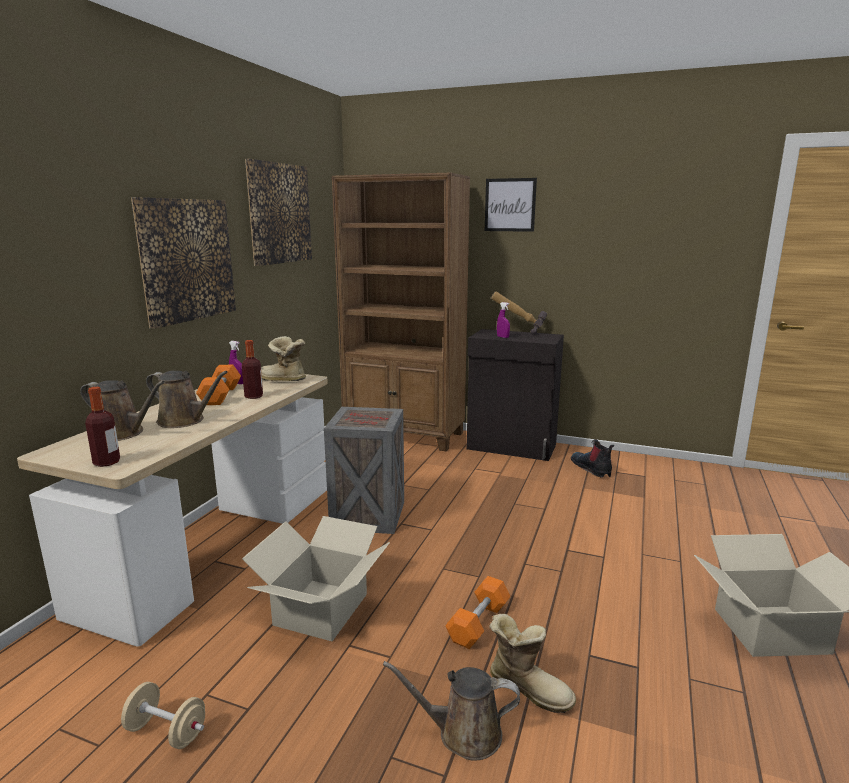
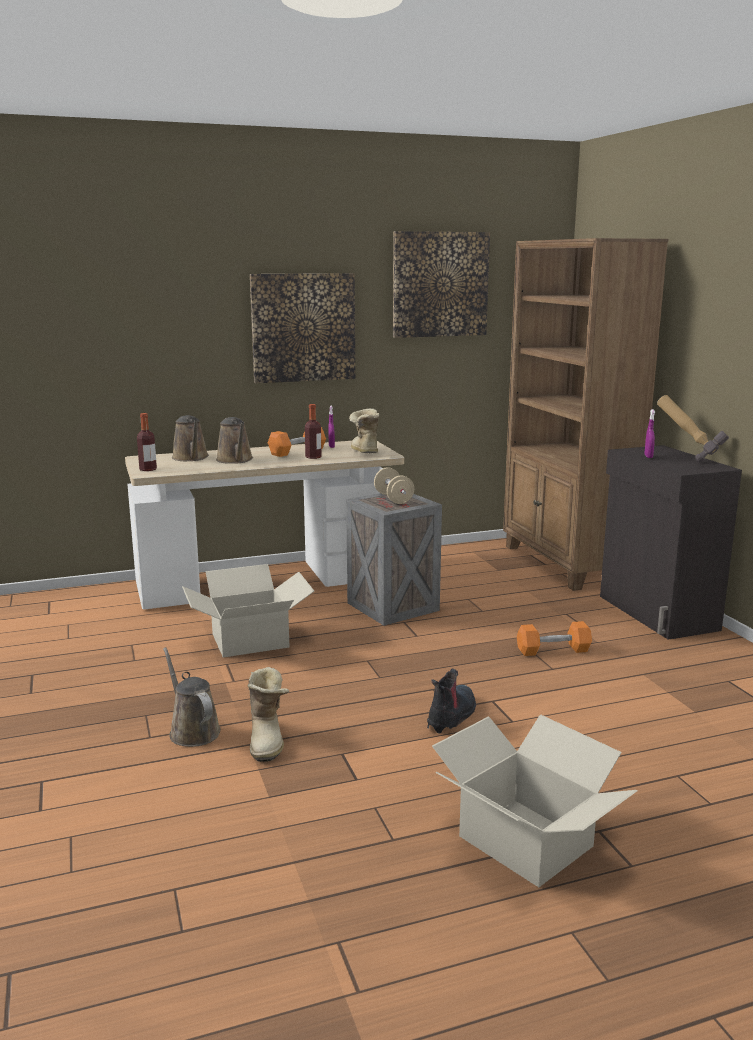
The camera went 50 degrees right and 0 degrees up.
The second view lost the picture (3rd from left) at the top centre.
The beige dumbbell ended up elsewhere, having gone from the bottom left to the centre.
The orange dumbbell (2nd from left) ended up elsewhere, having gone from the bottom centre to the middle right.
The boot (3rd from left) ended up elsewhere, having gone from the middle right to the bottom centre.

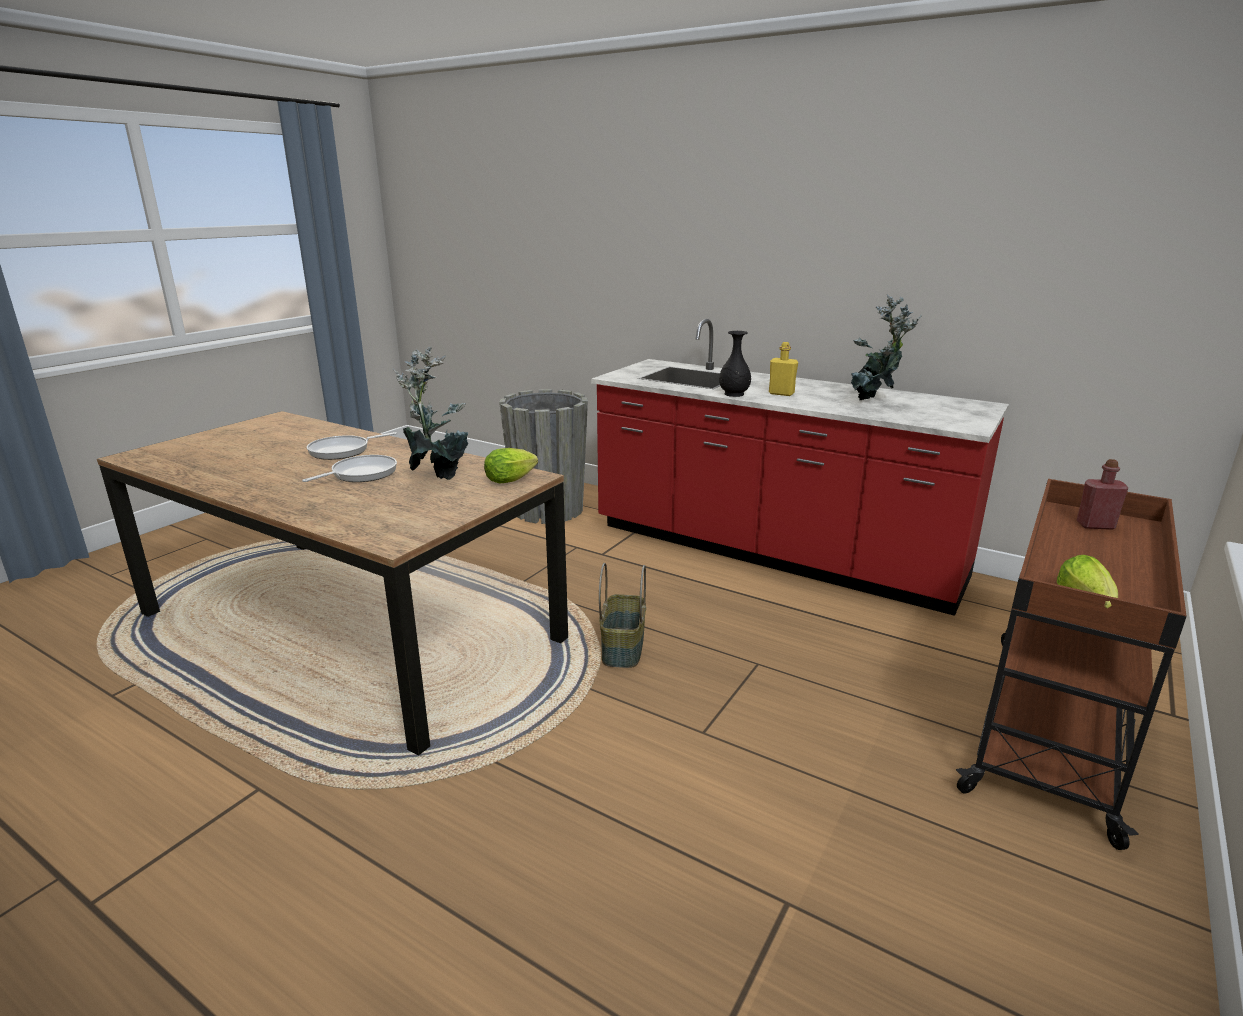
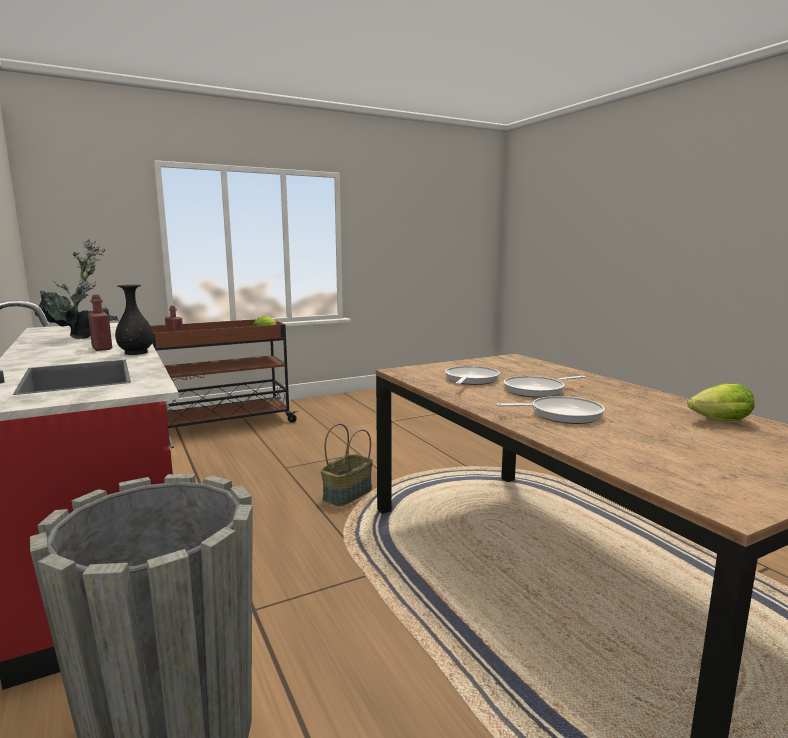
The camera went 150 degrees left and 10 degrees down.
The lettuce (1st from left in the first image) ended up elsewhere, having gone from the centre to the middle right.
Where the potted plant (1st from left) stood at the centre, the frying pan (1st from left) came to stand at the centre.
What was the yellow bottle at the centre turned into the red bottle (1st from left) at the middle left.

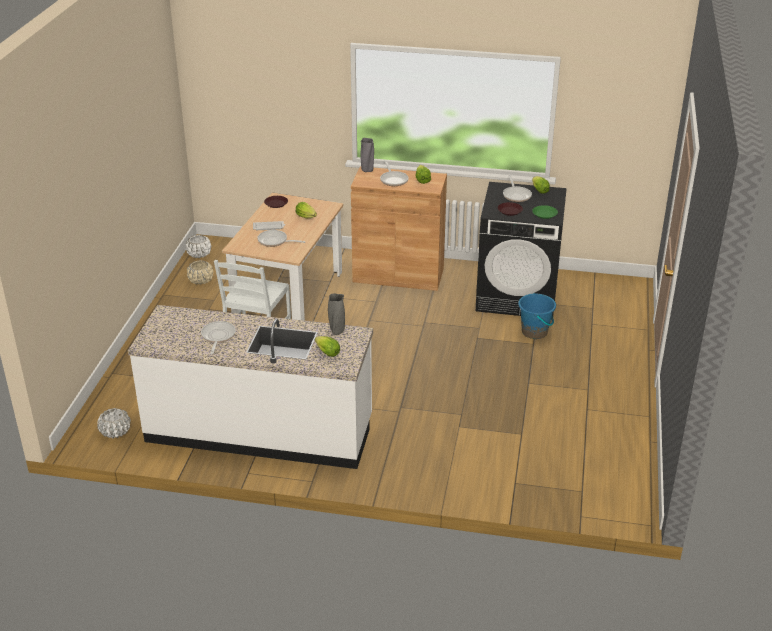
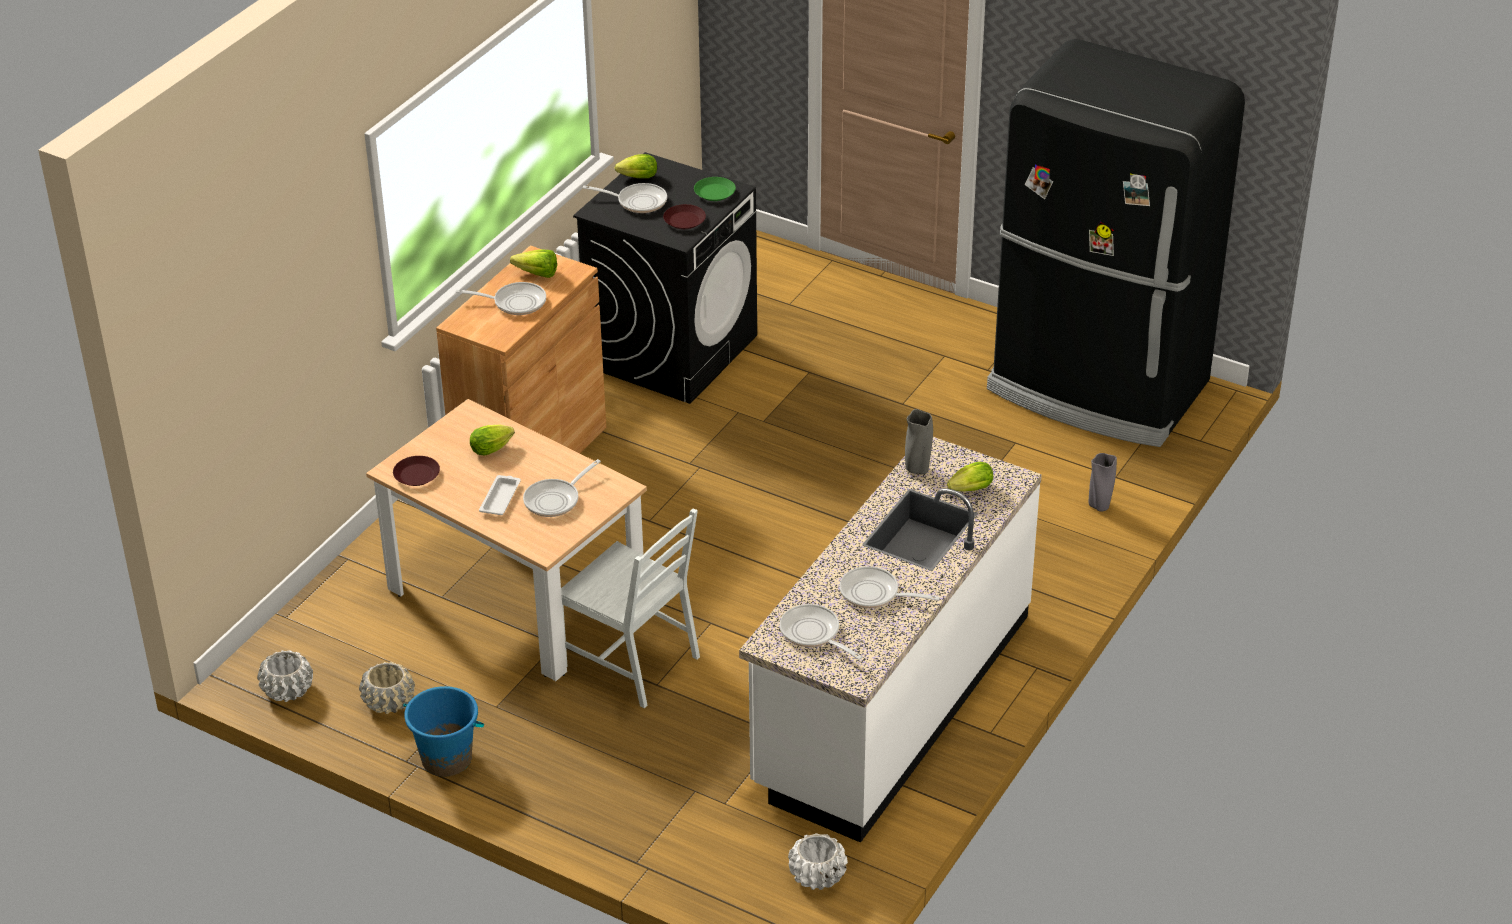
The camera went 70 degrees left and 5 degrees up.
The second view gained the frying pan (4th from left) at the bottom centre.
The second view gained the black fridge at the top right.
The grey vase (2nd from left) ended up elsewhere, having gone from the top centre to the middle right.
The blue bucket ended up elsewhere, having gone from the middle right to the bottom left.

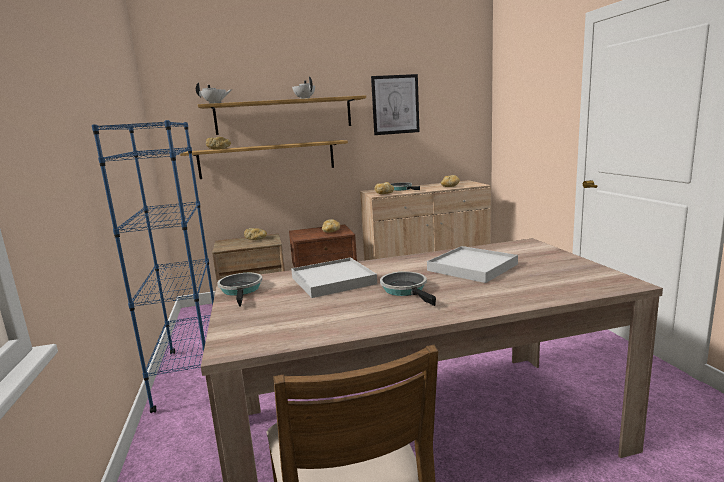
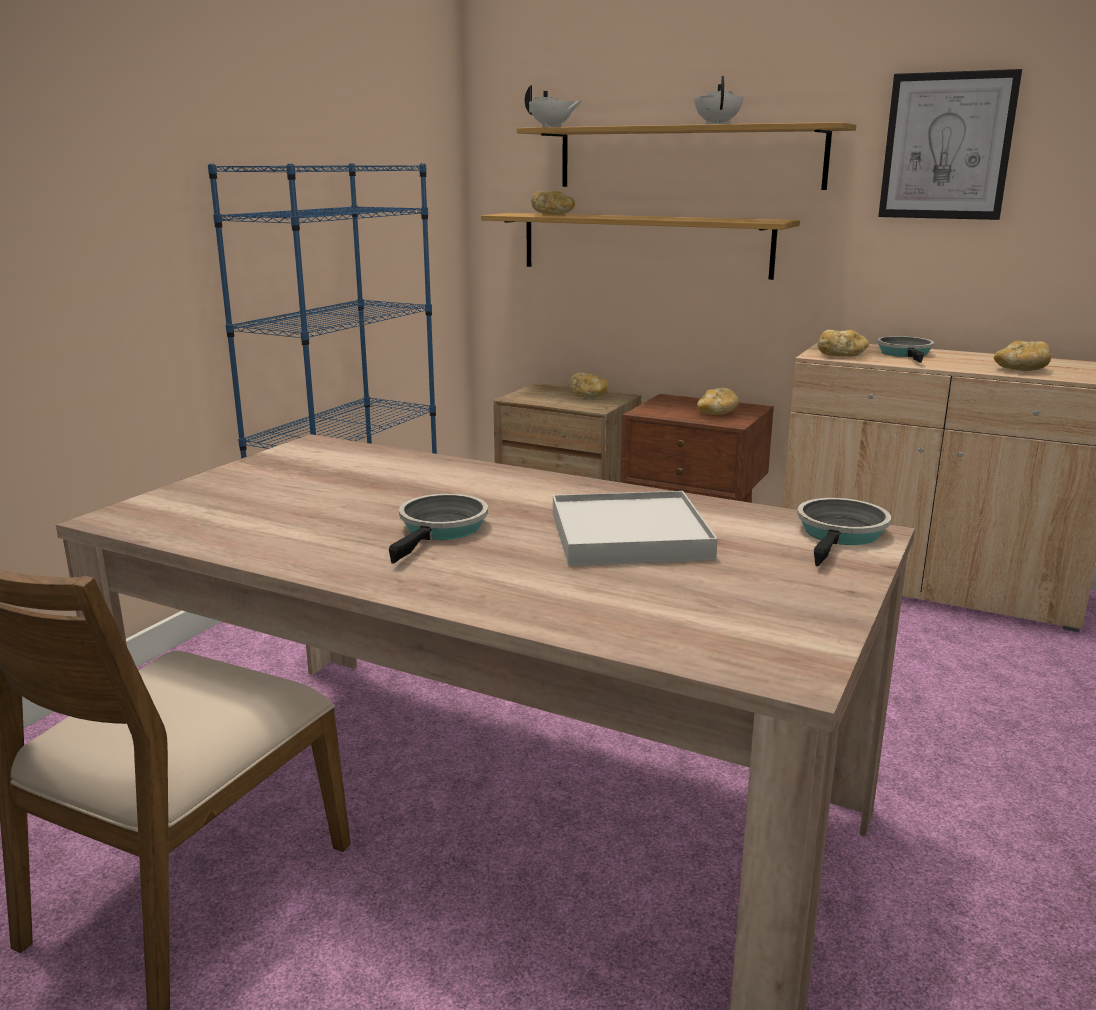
The camera went 40 degrees right and 5 degrees up.
The second view lost the white tray (1st from left) at the centre.
The frying pan (1st from left in the first image) ended up elsewhere, having gone from the middle left to the middle right.

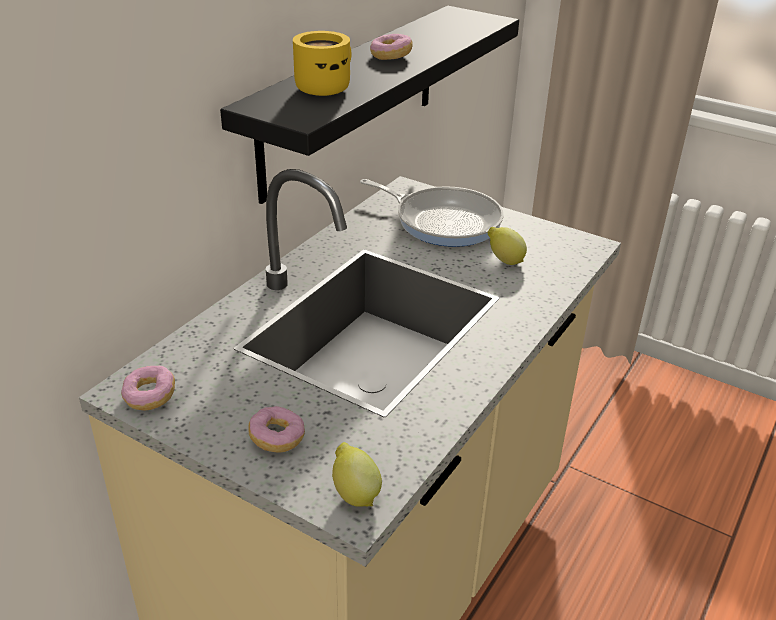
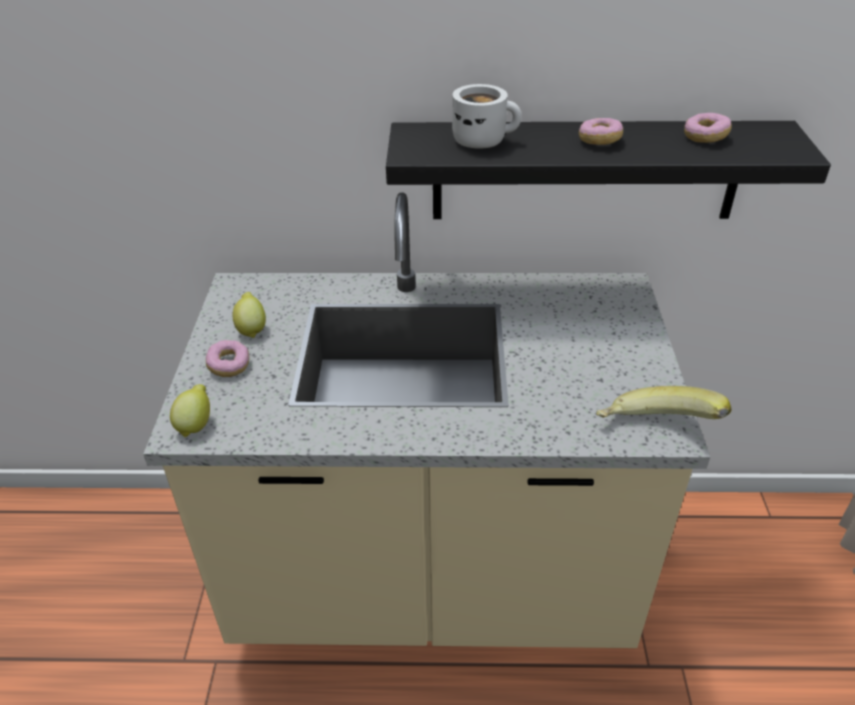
The camera went 60 degrees right and 5 degrees up.
The second view lost the frying pan at the centre.
The second view gained the banana at the middle right.
The donut (1st from left in the first image) ended up elsewhere, having gone from the middle left to the top right.
The lemon (2nd from left) ended up elsewhere, having gone from the centre to the middle left.
What was the yellow mug at the top centre turned into the white mug at the top centre.

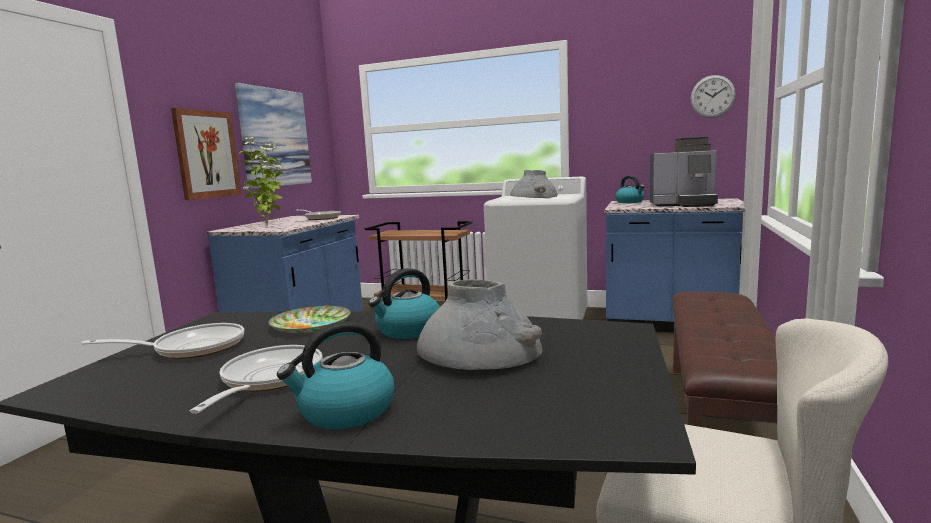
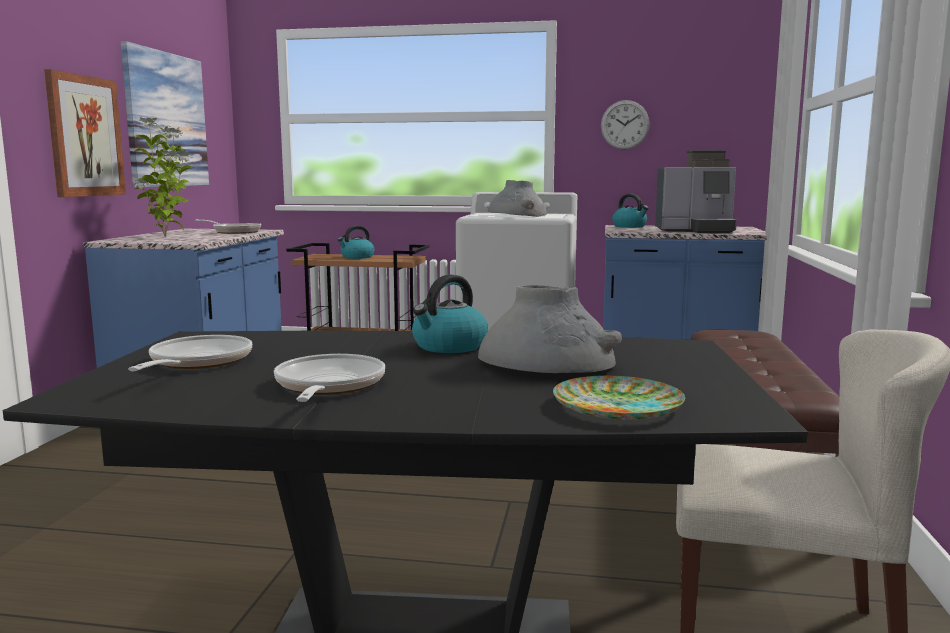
The camera went 10 degrees left and 0 degrees up.
The plate ended up elsewhere, having gone from the middle left to the centre.
The kettle (1st from left) ended up elsewhere, having gone from the bottom centre to the centre.
The wall clock ended up elsewhere, having gone from the top right to the top centre.
The frying pan (1st from left) at the middle left ended up facing another way, 60 degrees counterclockwise from before.

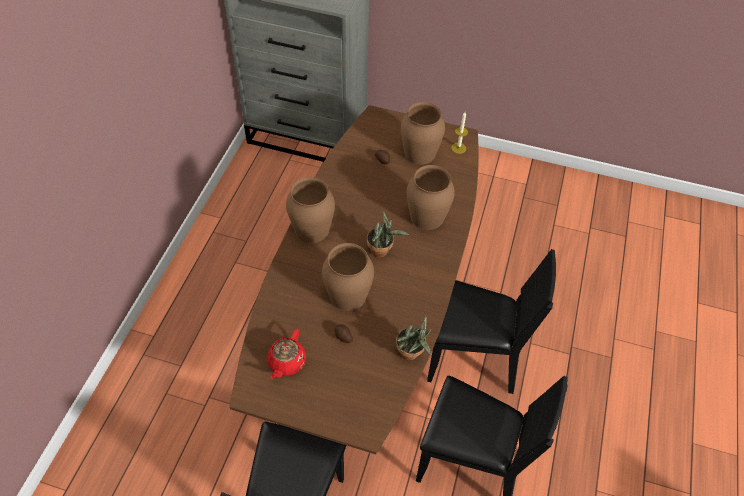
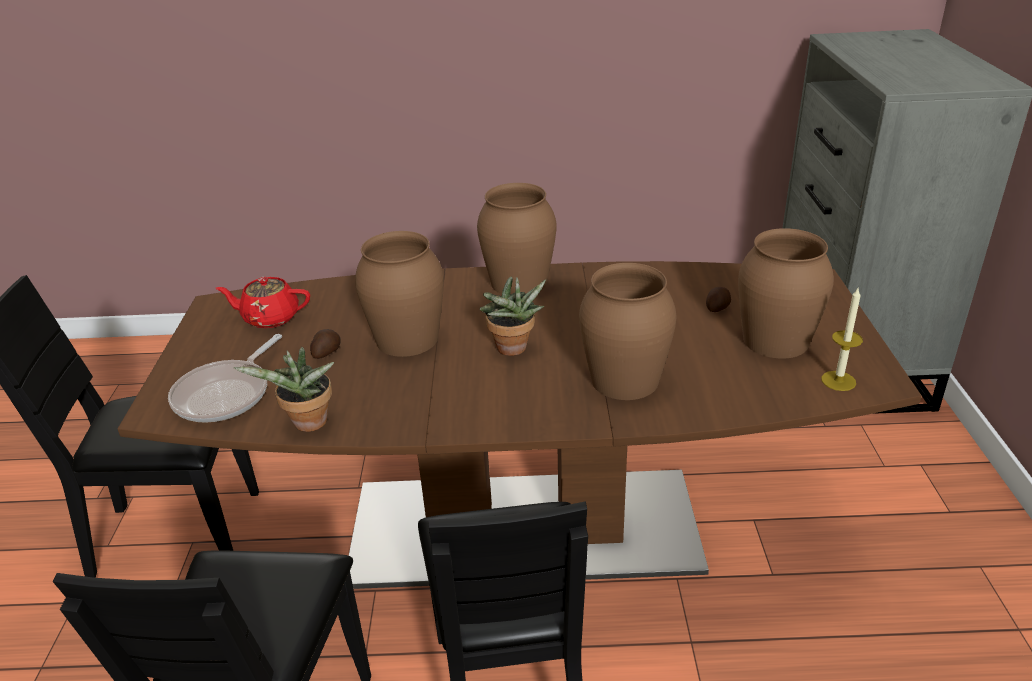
The camera went 75 degrees right and 20 degrees down.
The second view gained the frying pan at the middle left.

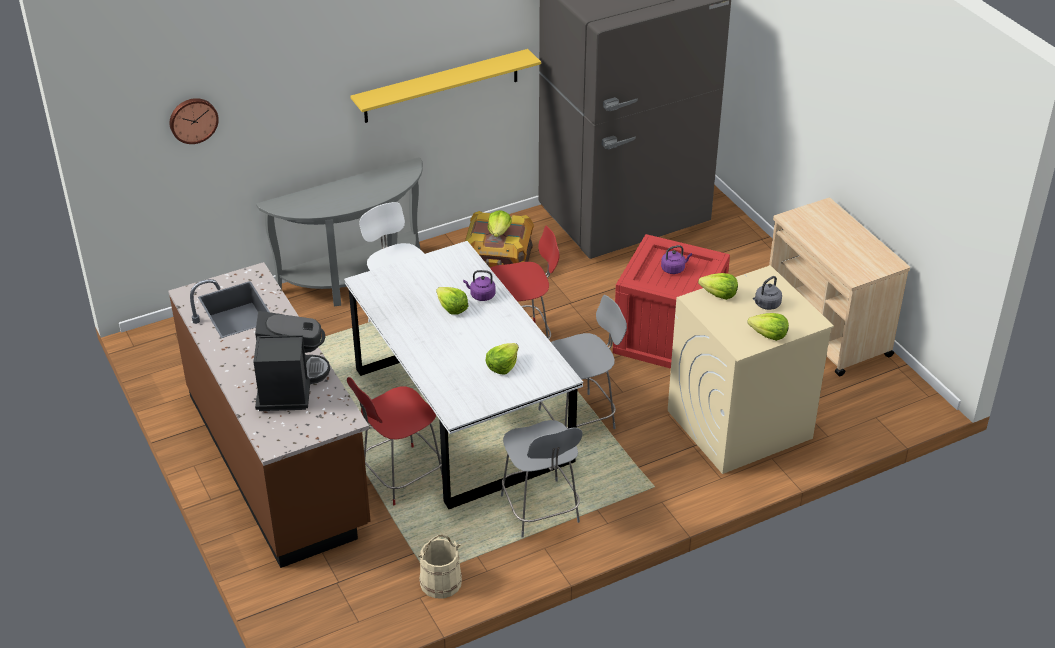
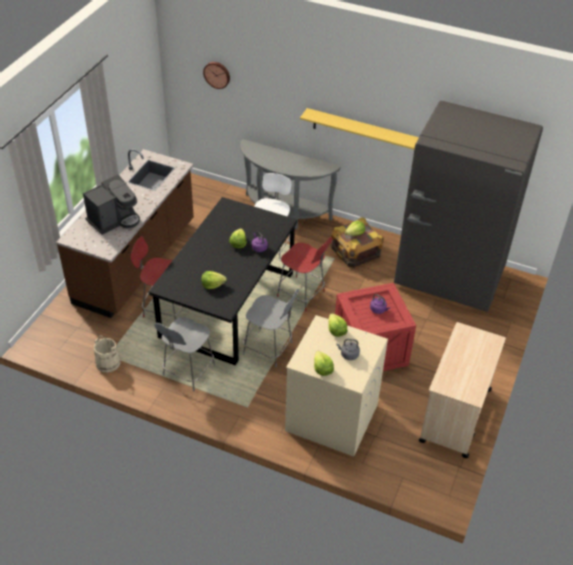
The camera went 50 degrees right and 5 degrees up.
What was the white dining table at the centre turned into the black dining table at the centre.

